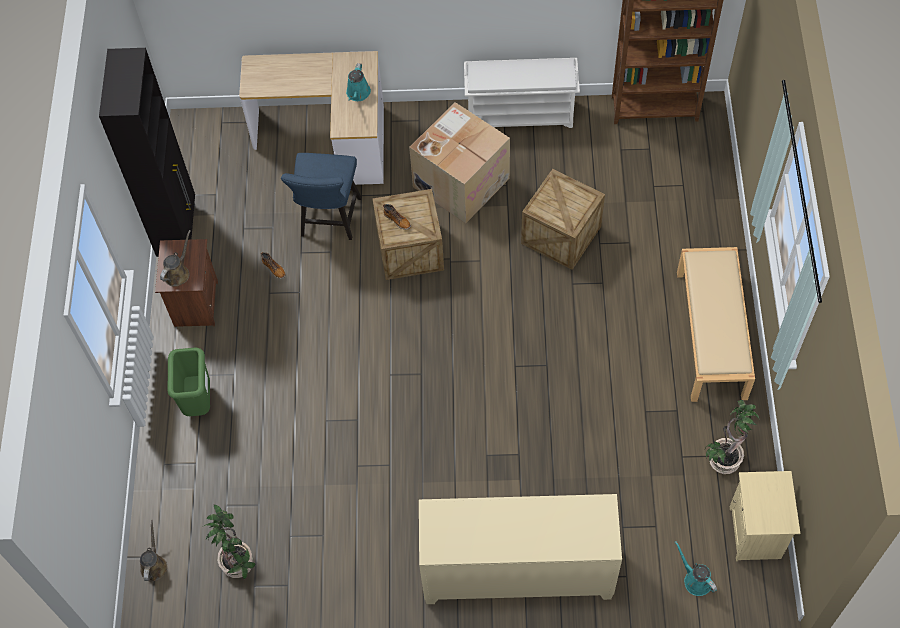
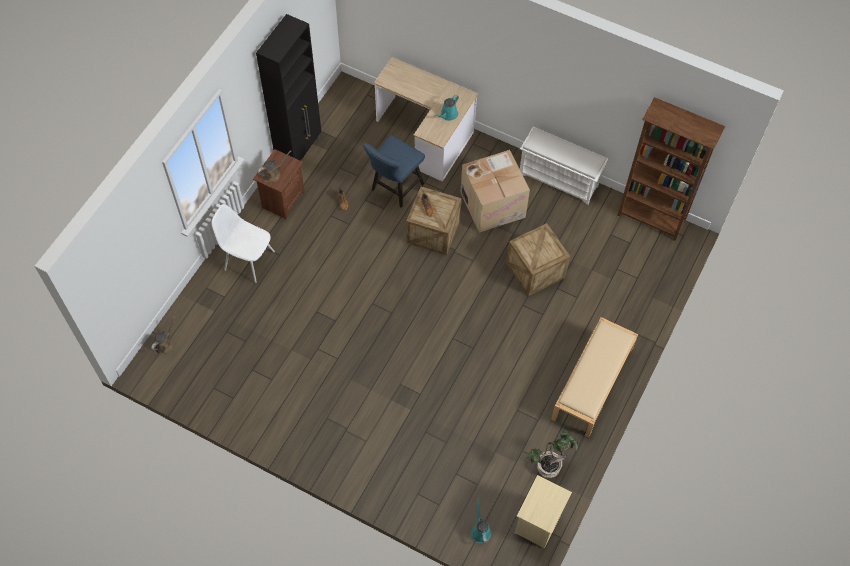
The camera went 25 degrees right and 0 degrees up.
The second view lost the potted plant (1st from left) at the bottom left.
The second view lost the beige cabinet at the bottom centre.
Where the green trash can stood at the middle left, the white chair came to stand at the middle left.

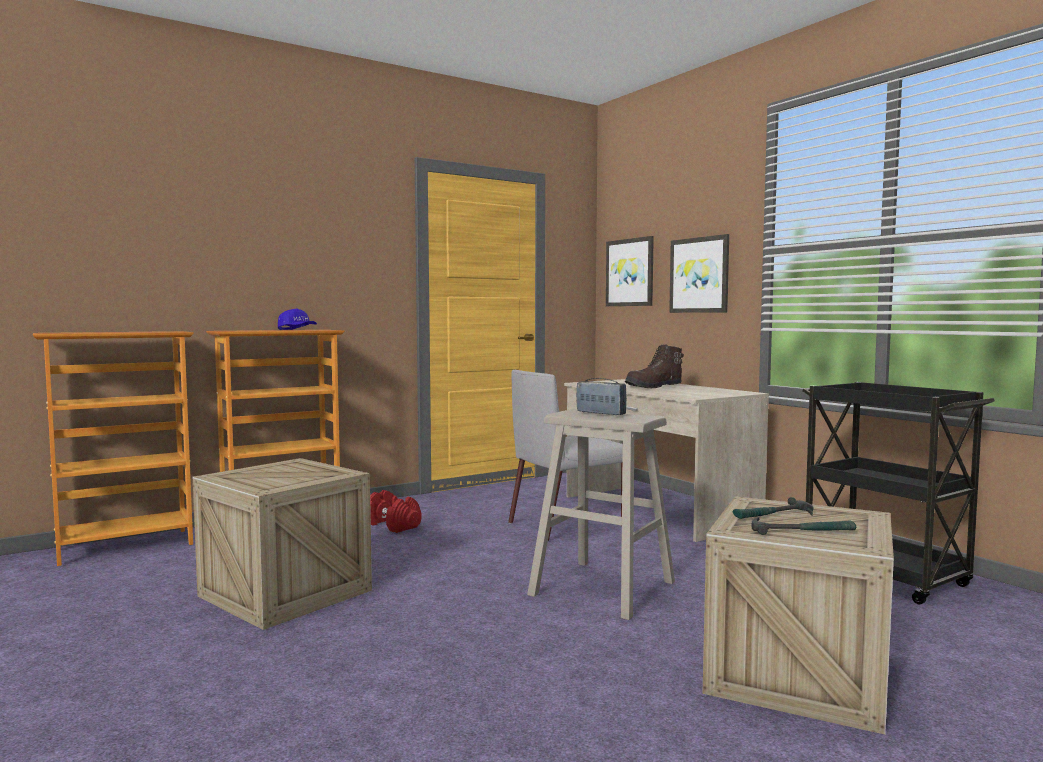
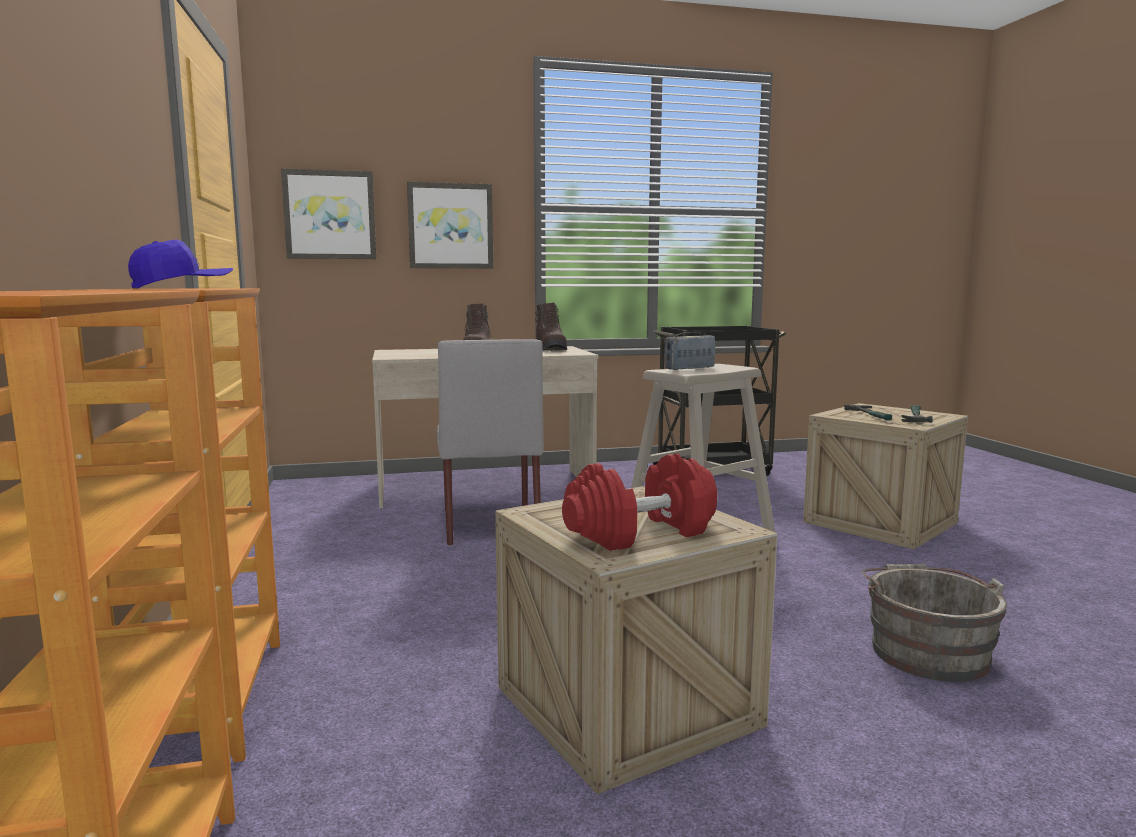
The camera went 70 degrees left and 5 degrees up.
The second view gained the brown boot (2nd from left) at the centre.
The second view gained the grey bucket at the bottom right.
The red dumbbell ended up elsewhere, having gone from the bottom centre to the centre.

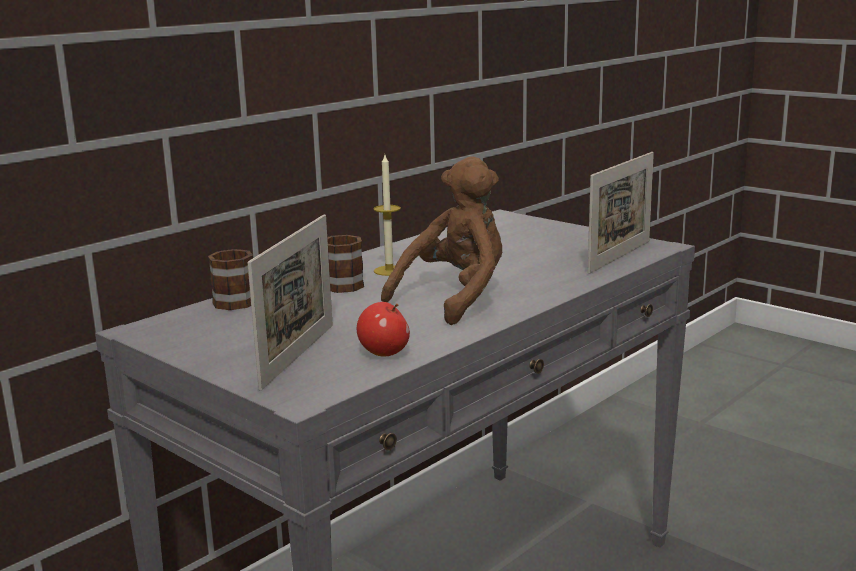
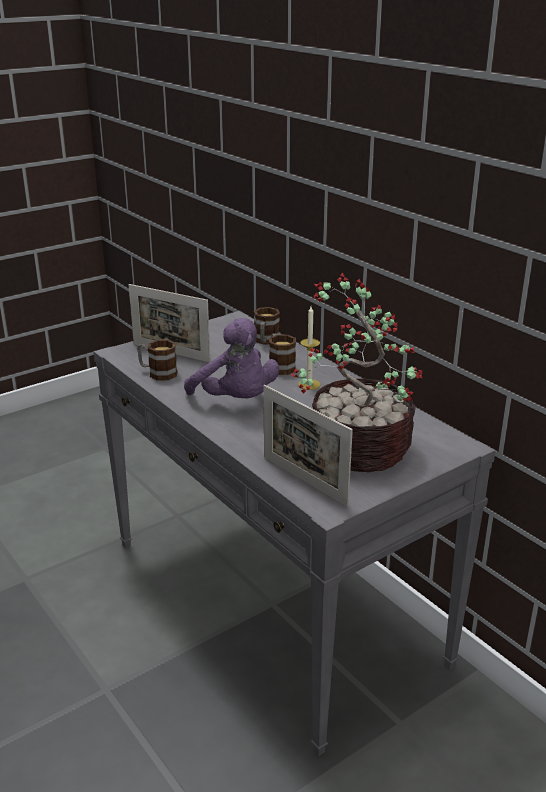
The camera went 100 degrees right and 10 degrees up.
The second view gained the potted plant at the centre.
Where the apple stood at the centre, the mug (1st from left) came to stand at the middle left.
What was the brown plush toy at the centre turned into the purple plush toy at the centre.

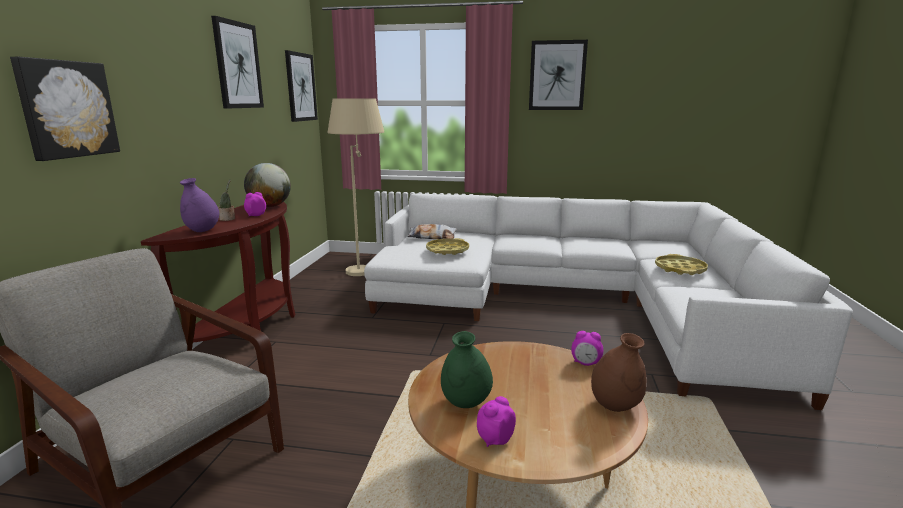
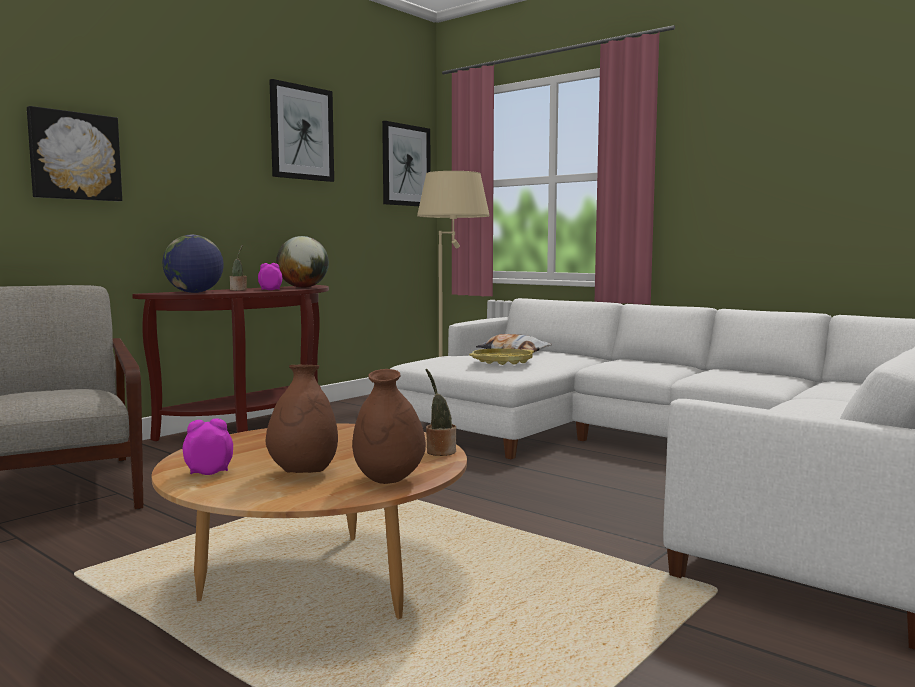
The camera went 30 degrees right and 10 degrees down.
The second view lost the green vase at the bottom centre.
The second view lost the picture (4th from left) at the top centre.
The second view lost the yellow tray (2nd from left) at the middle right.
The second view gained the brown vase (1st from left) at the middle left.
Where the purple vase stood at the middle left, the globe (1st from left) came to stand at the middle left.
Where the alarm clock (3rd from left) stood at the bottom centre, the potted plant (2nd from left) came to stand at the centre.

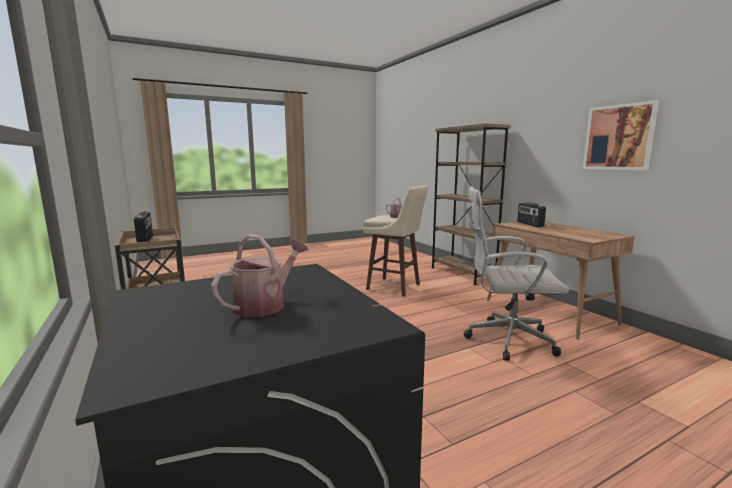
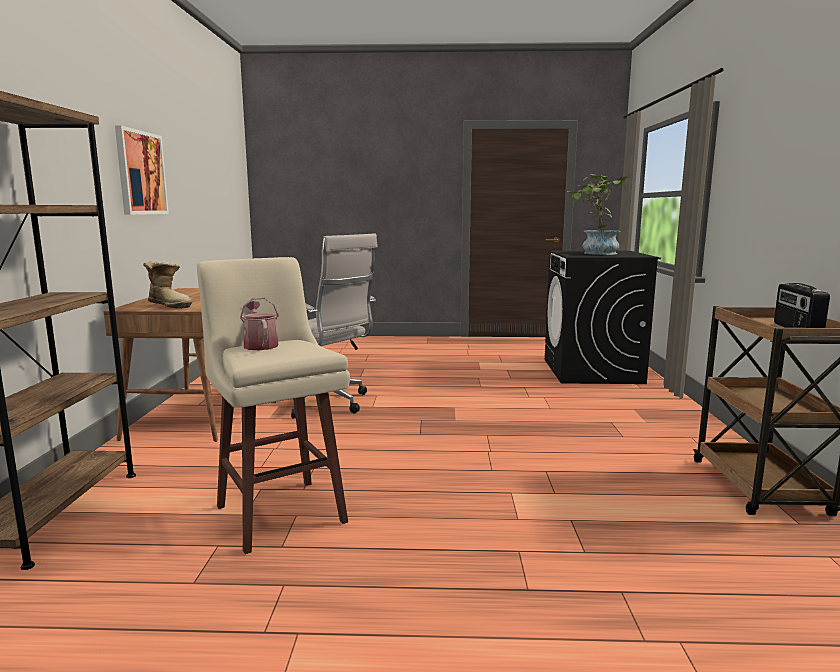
The camera went 150 degrees left and 0 degrees up.
Where the watering can (1st from left) stood at the centre, the potted plant came to stand at the top right.
Where the radio (2nd from left) stood at the middle right, the boot came to stand at the middle left.

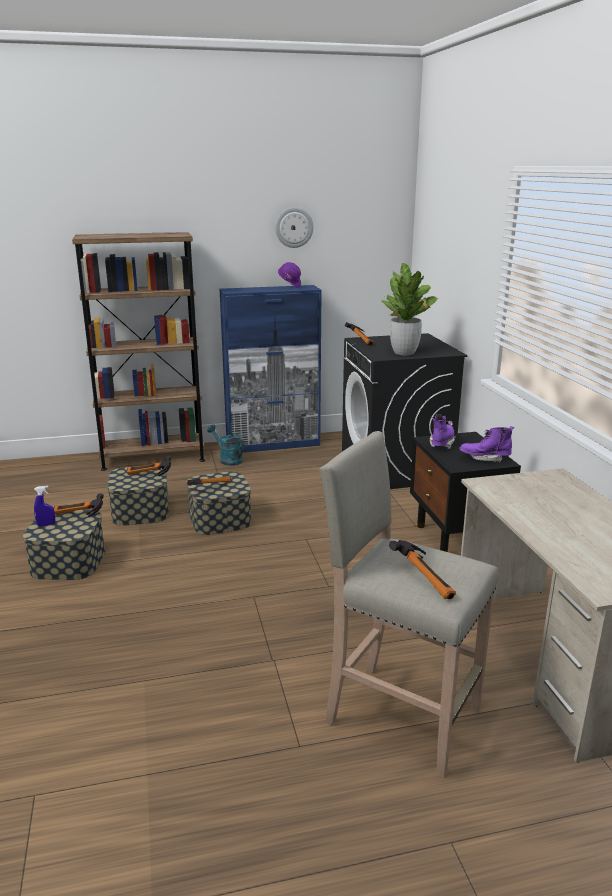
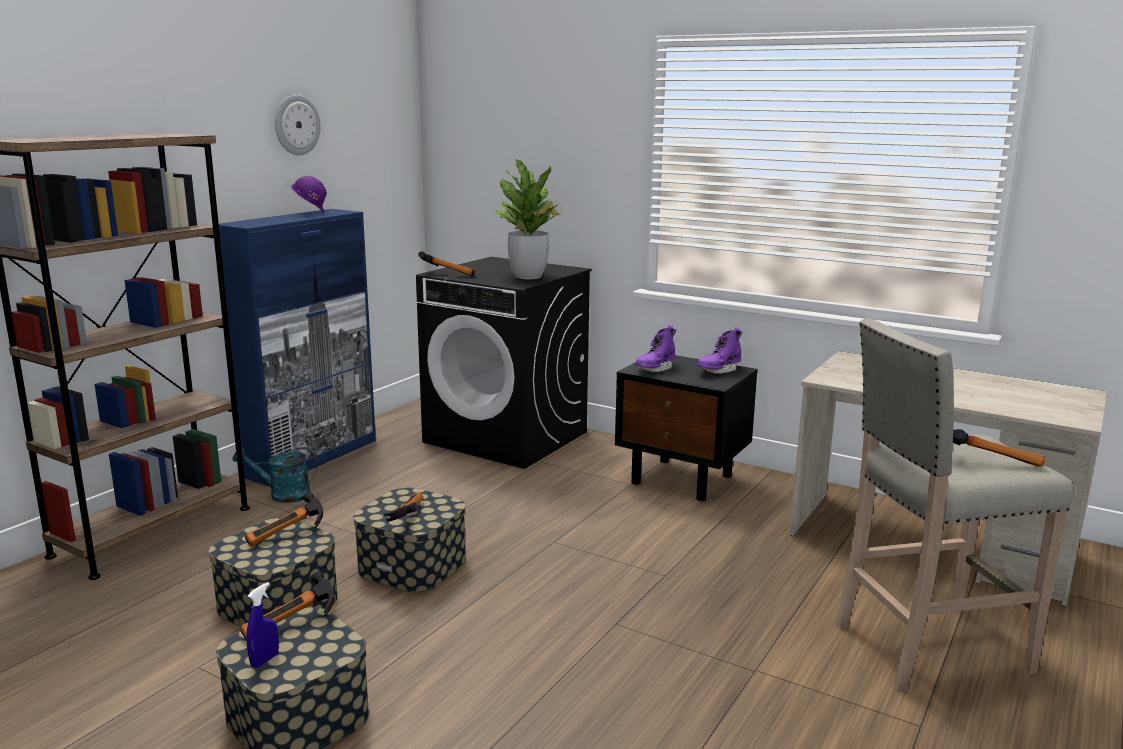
The camera went 45 degrees left and 5 degrees down.
The purple boot (1st from left) at the middle right ended up facing another way, 120 degrees counterclockwise from before.

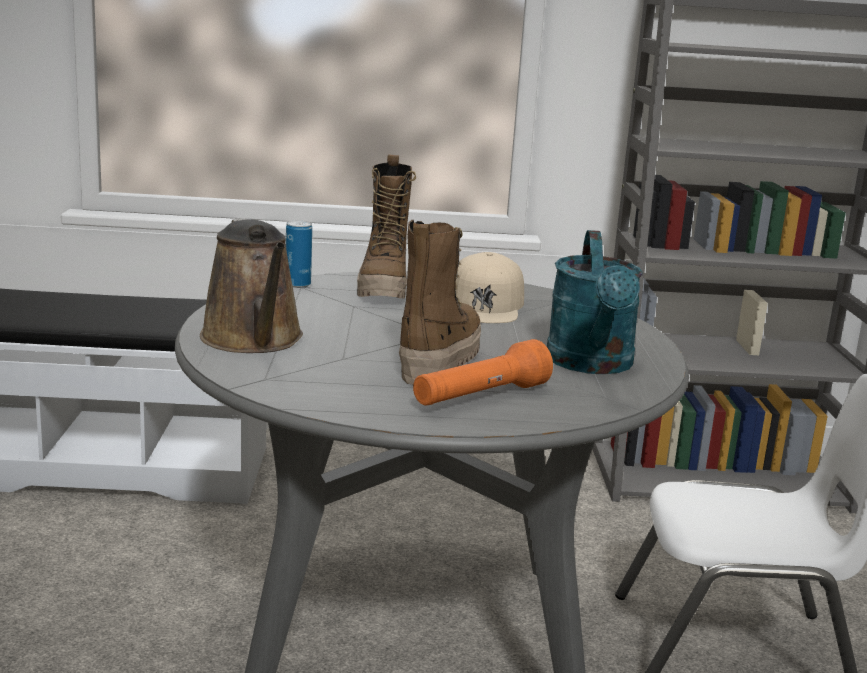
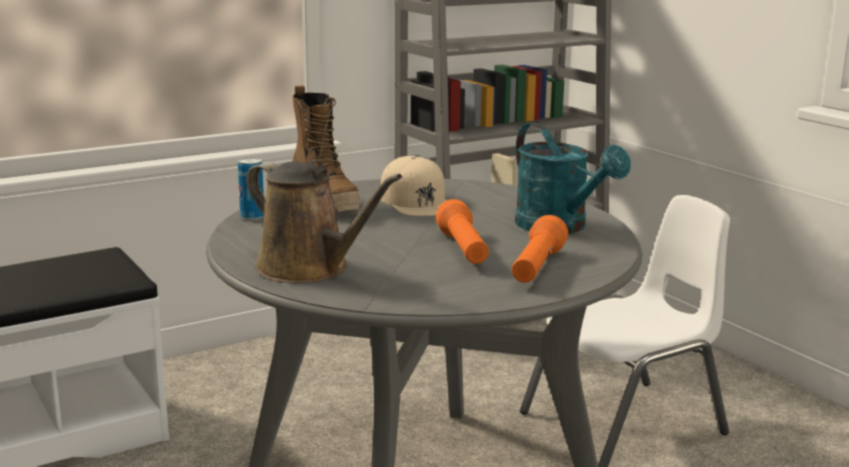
The camera went 30 degrees left and 0 degrees up.
Where the boot (2nd from left) stood at the centre, the orange flashlight (1st from left) came to stand at the centre.

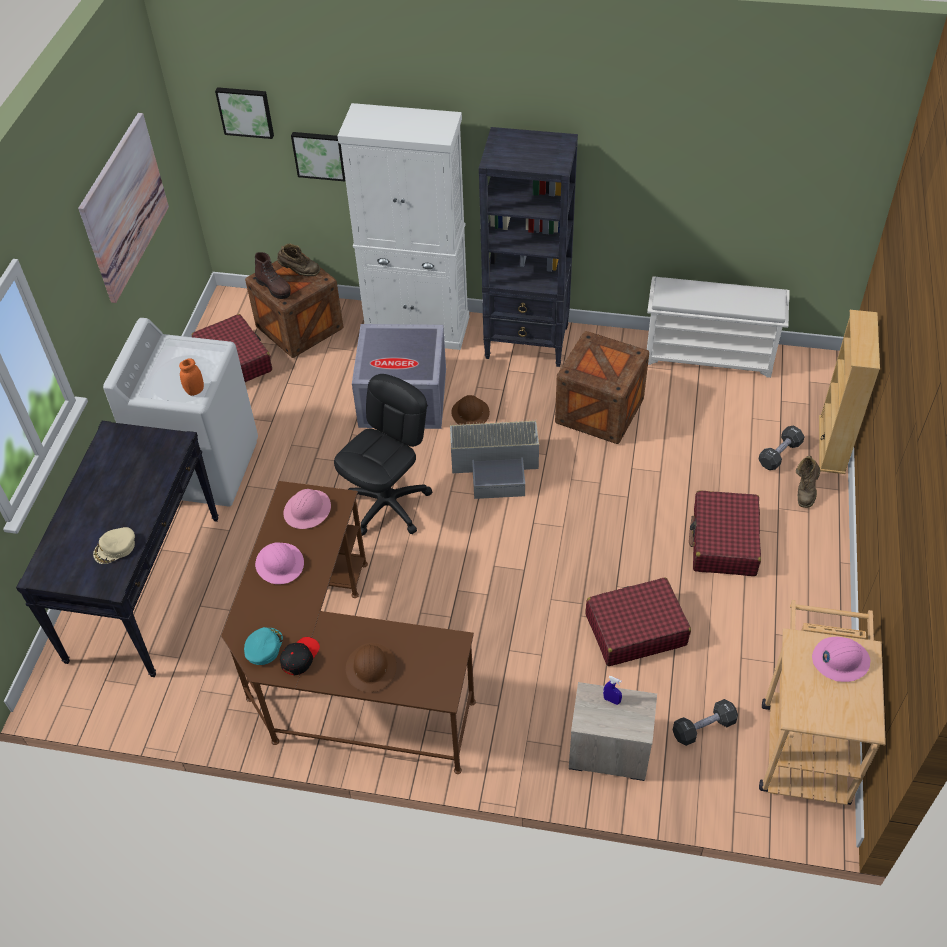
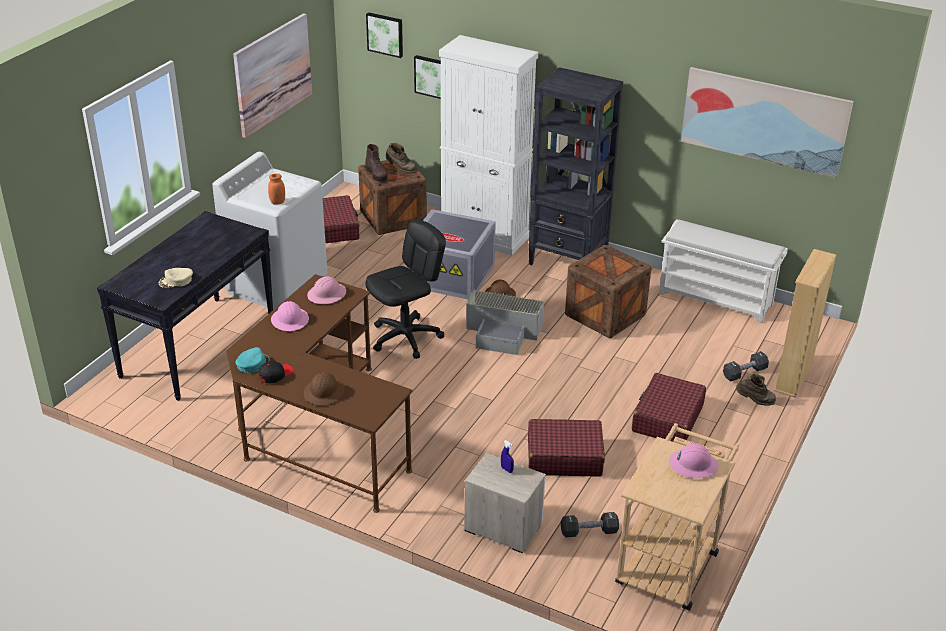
The camera went 15 degrees right and 15 degrees down.
The second view gained the picture (4th from left) at the top right.
The brown boot (3rd from left) at the middle right ended up facing another way, 120 degrees counterclockwise from before.

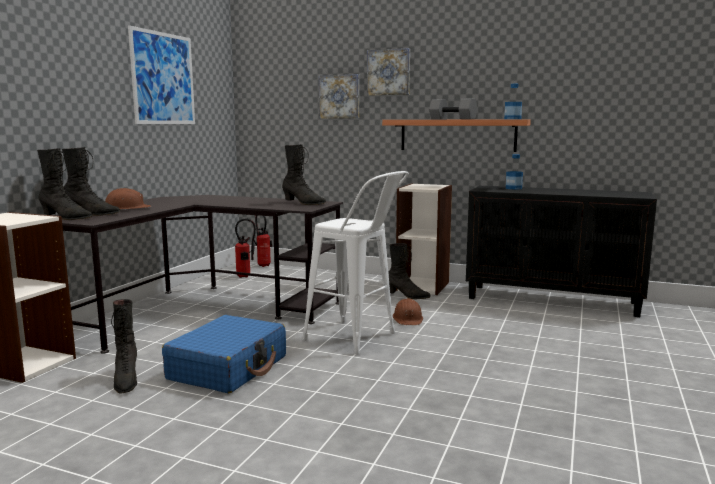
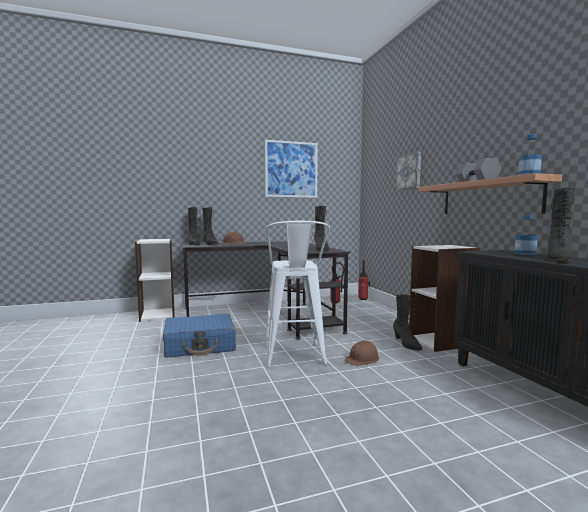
The camera went 50 degrees right and 5 degrees down.
The second view lost the picture (3rd from left) at the top centre.
The black boot (3rd from left in the first image) ended up elsewhere, having gone from the bottom left to the middle right.

